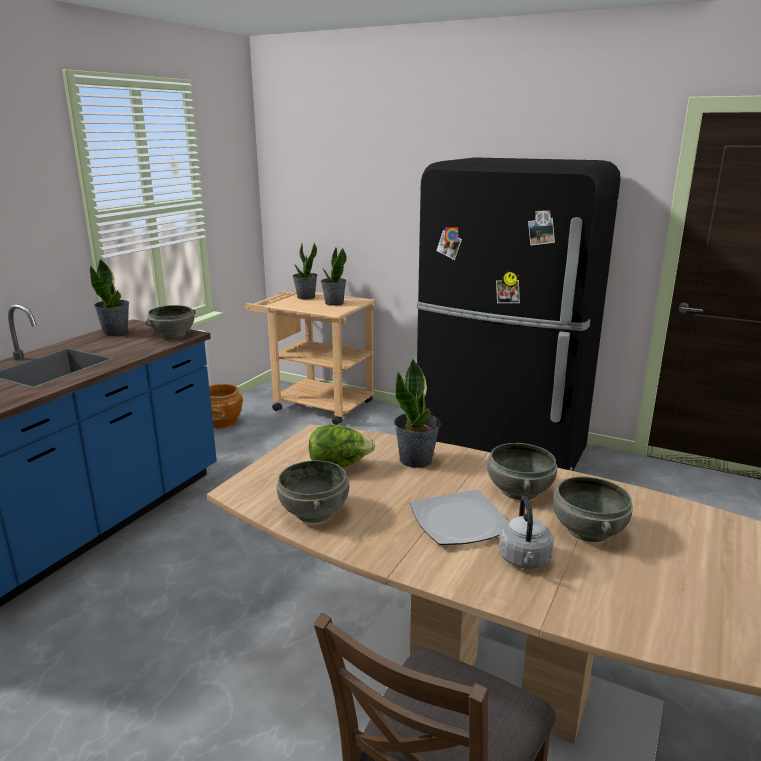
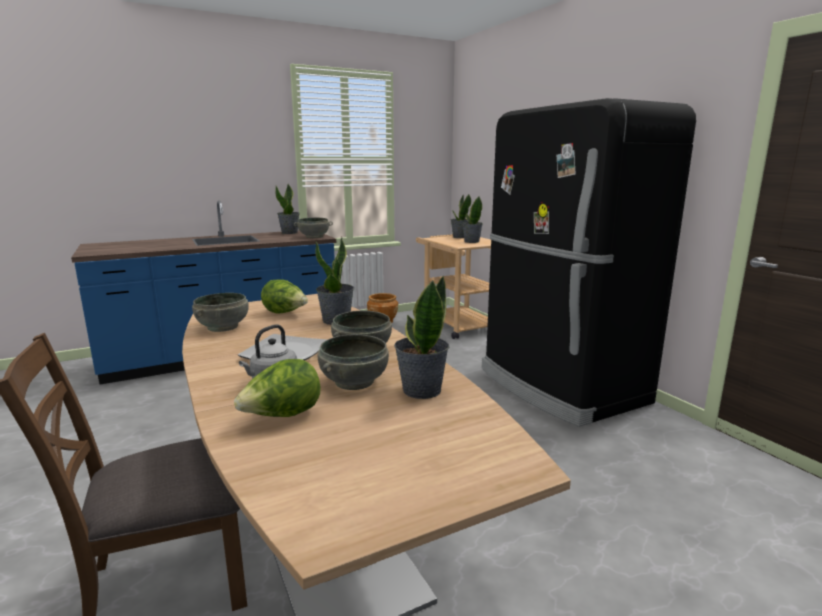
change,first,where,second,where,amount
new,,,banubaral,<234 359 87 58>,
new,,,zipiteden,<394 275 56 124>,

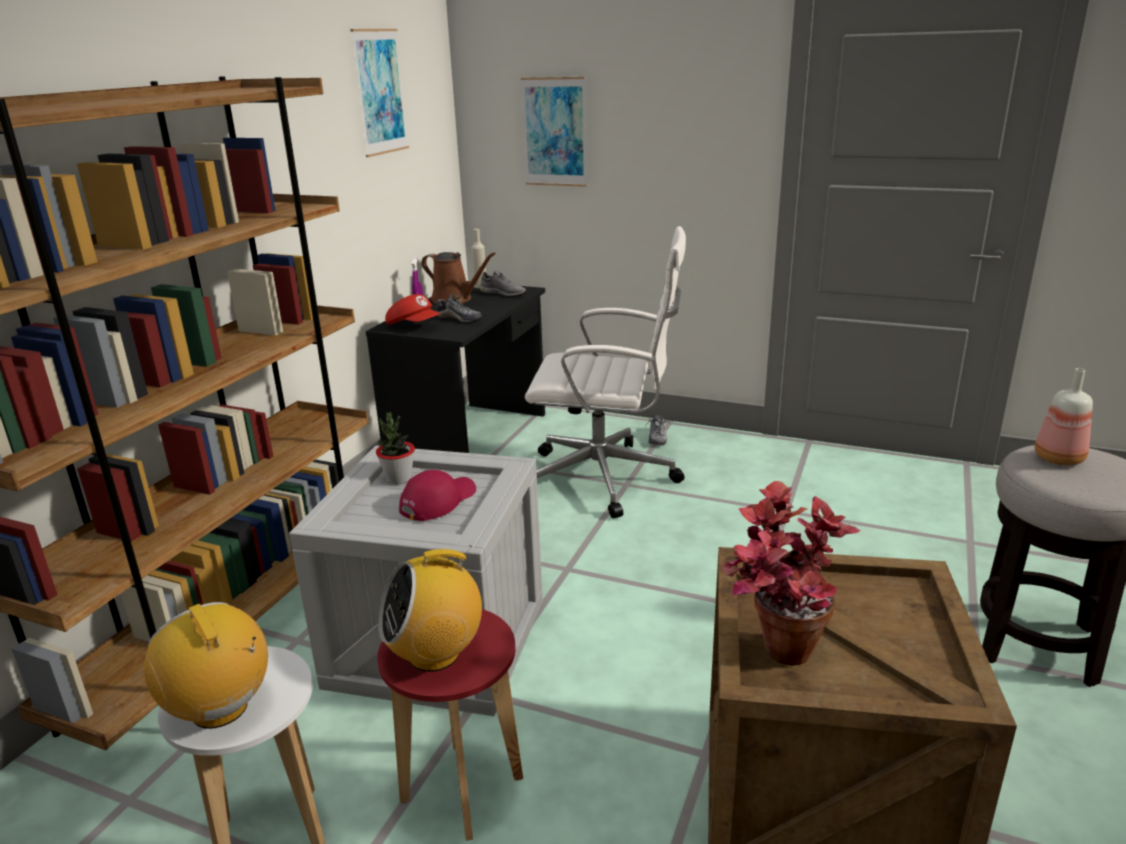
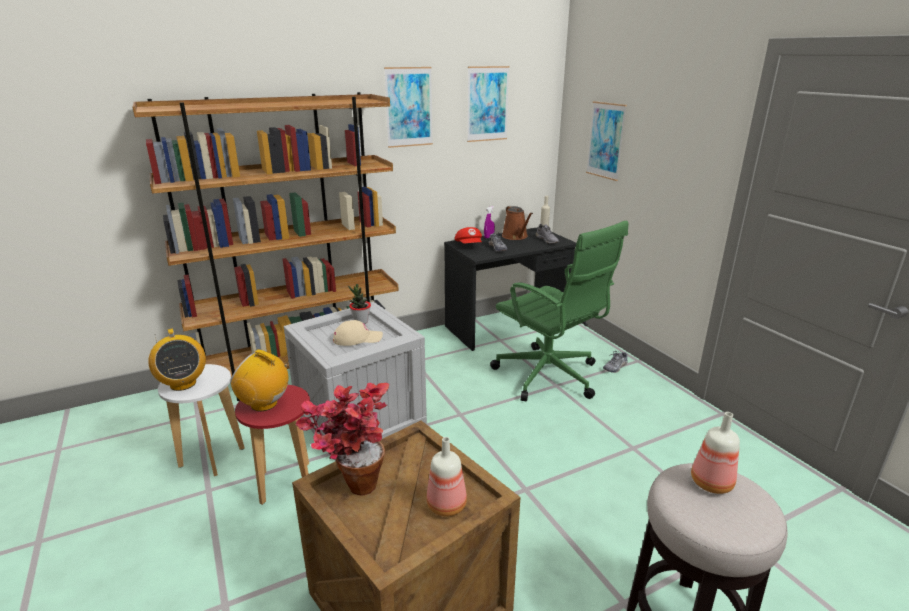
change,first,where,second,where,amount
rotated,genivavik,<144 602 124 127>,,<148 328 58 63>,150 degrees clockwise
repainted,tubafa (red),<399 470 77 51>,tubafa (beige),<333 320 50 26>,
new,,,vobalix,<384 67 49 81>,
new,,,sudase,<426 437 41 80>,
repainted,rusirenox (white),<525 226 161 292>,rusirenox (green),<490 220 138 181>,

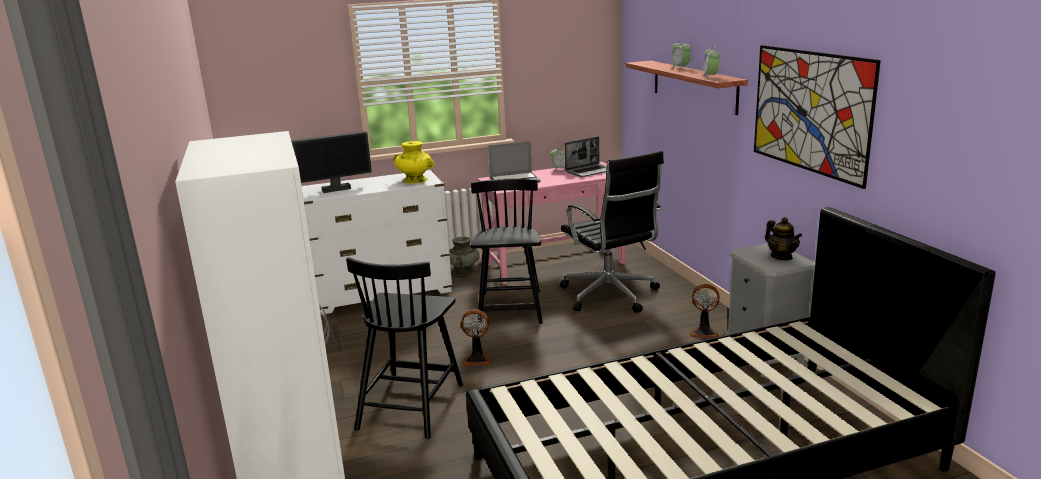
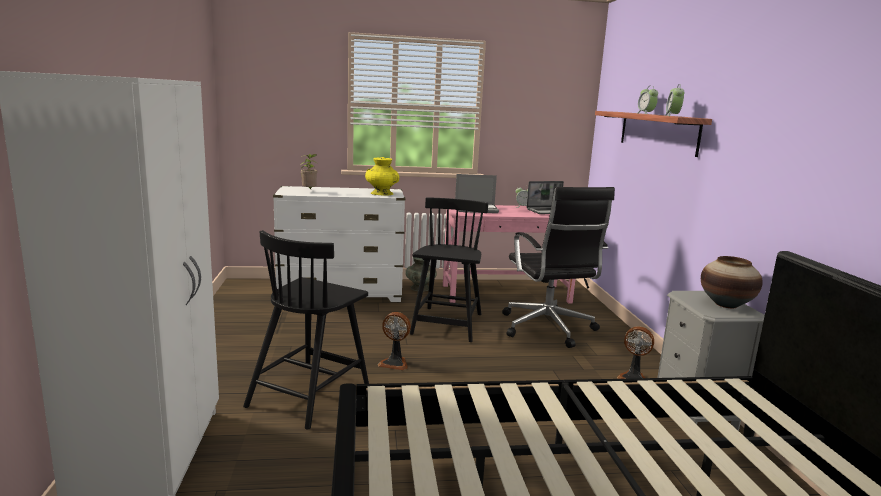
change,first,where,second,where,amount
swapped,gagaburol,<291 131 81 62>,zipiteden,<301 154 17 35>,
swapped,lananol,<765 217 37 43>,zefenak,<701 256 62 52>,
gone,vobalix,<754 45 127 144>,,,

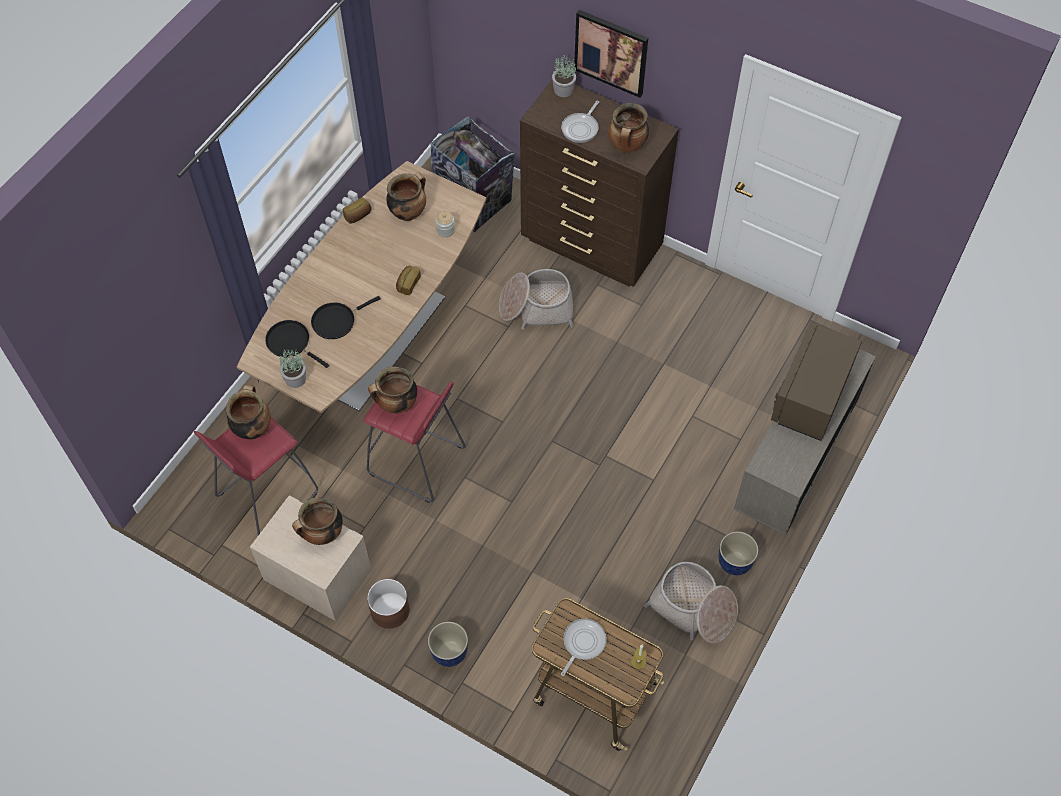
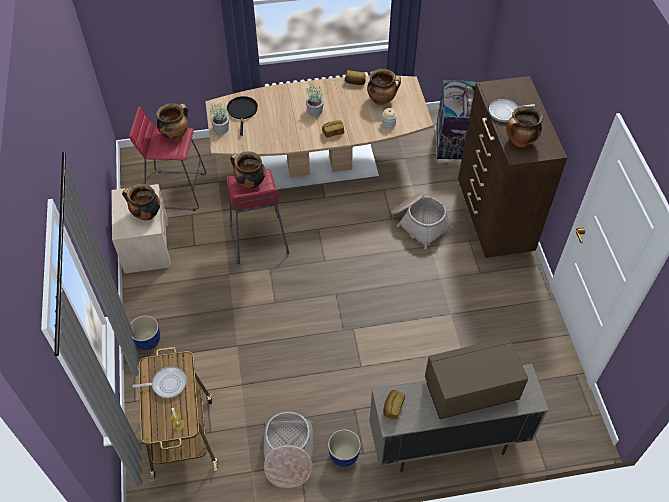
change,first,where,second,where,amount
shifted,zipiteden,<552 54 24 43>,,<306 85 18 32>,
new,,,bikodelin,<383 390 22 29>,
gone,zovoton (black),<311 296 70 43>,,,
gone,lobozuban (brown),<367 579 42 49>,,,
gone,vobalix,<574 10 74 88>,,,

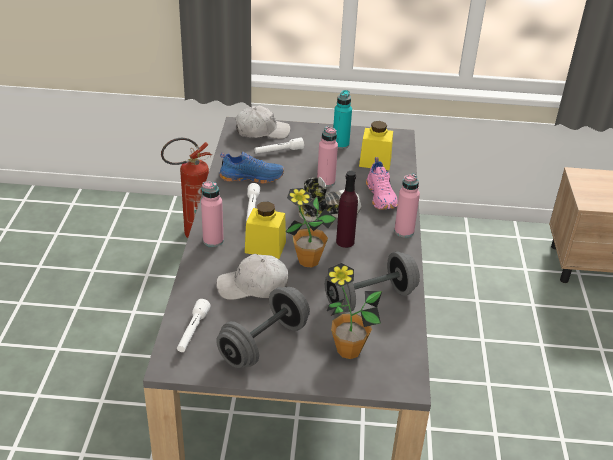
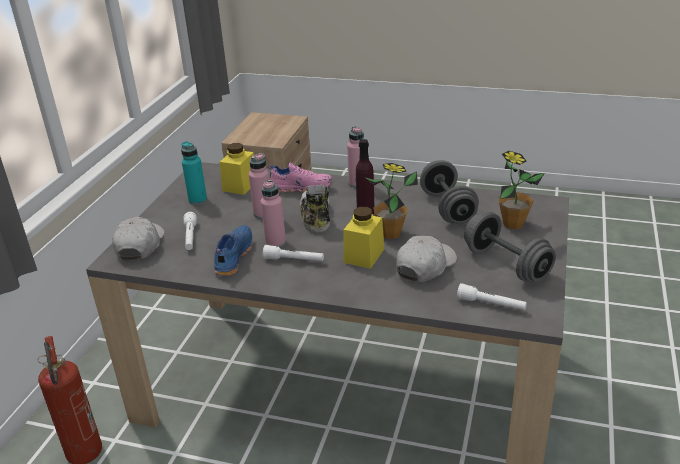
change,first,where,second,where,amount
shifted,sudase (pink),<201 181 23 66>,,<261 180 25 68>,
rotated,tubafa (white),<216 254 72 46>,,<396 236 61 46>,150 degrees counterclockwise

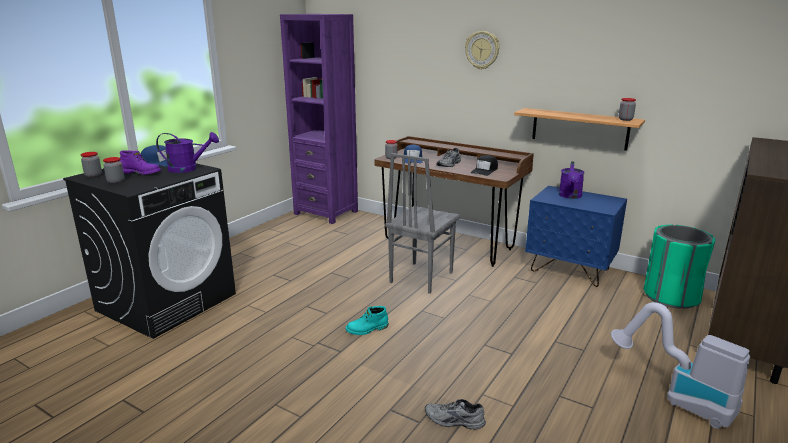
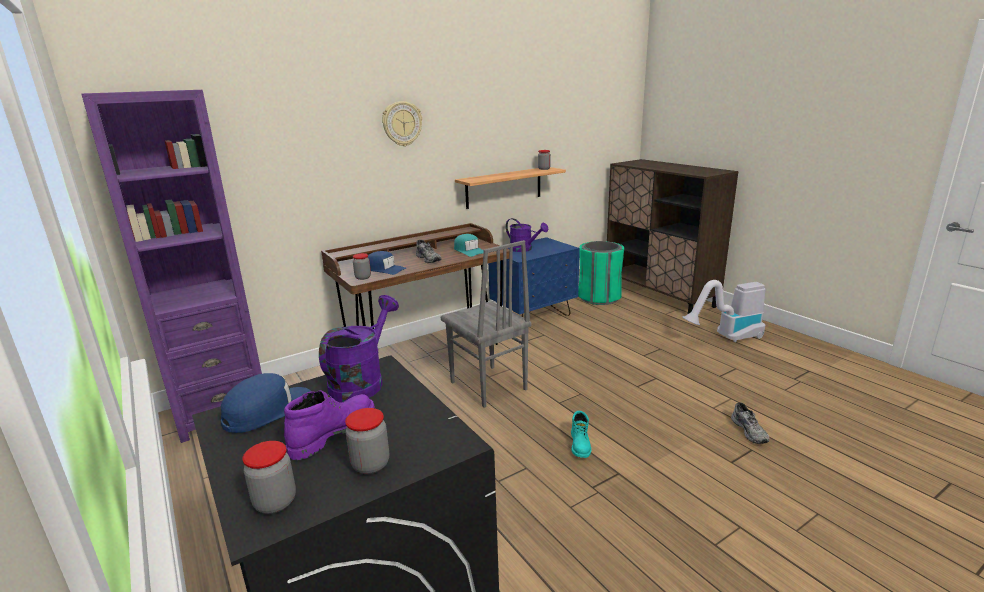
change,first,where,second,where,amount
repainted,tubafa (black),<471 155 27 21>,tubafa (turquoise),<454 234 30 23>,
rotated,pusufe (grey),<425 399 61 31>,,<731 402 39 42>,45 degrees counterclockwise

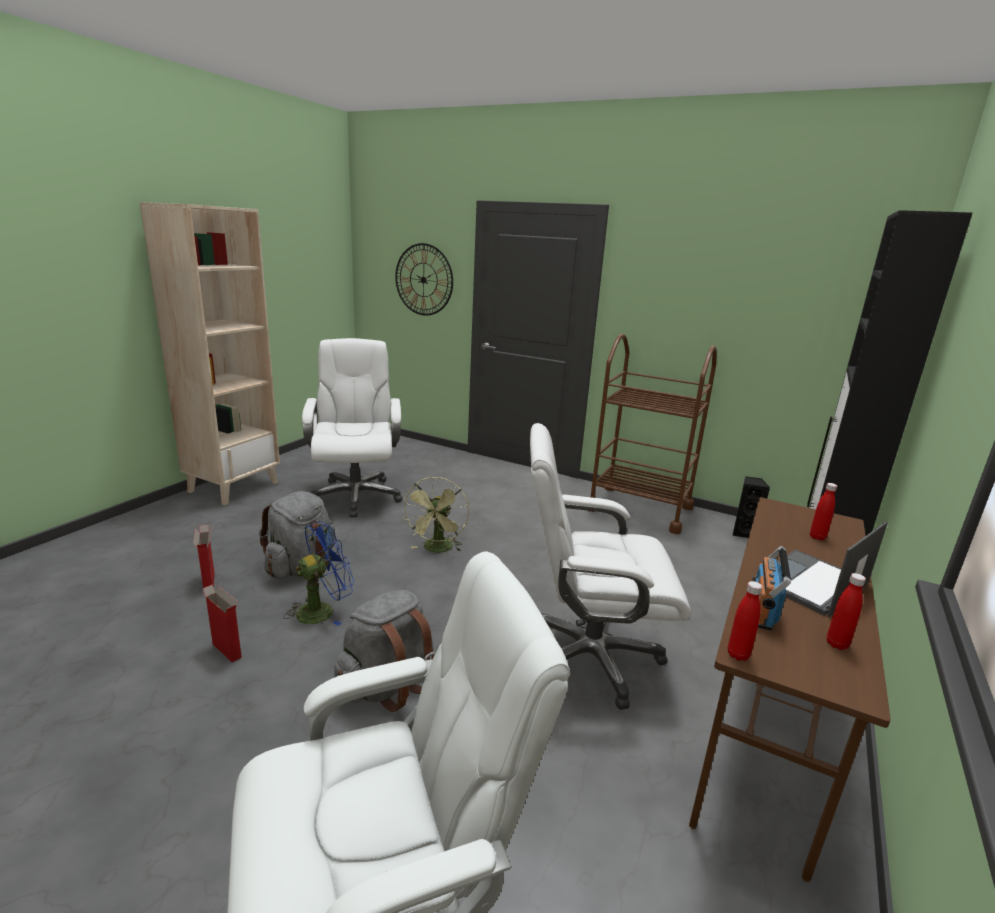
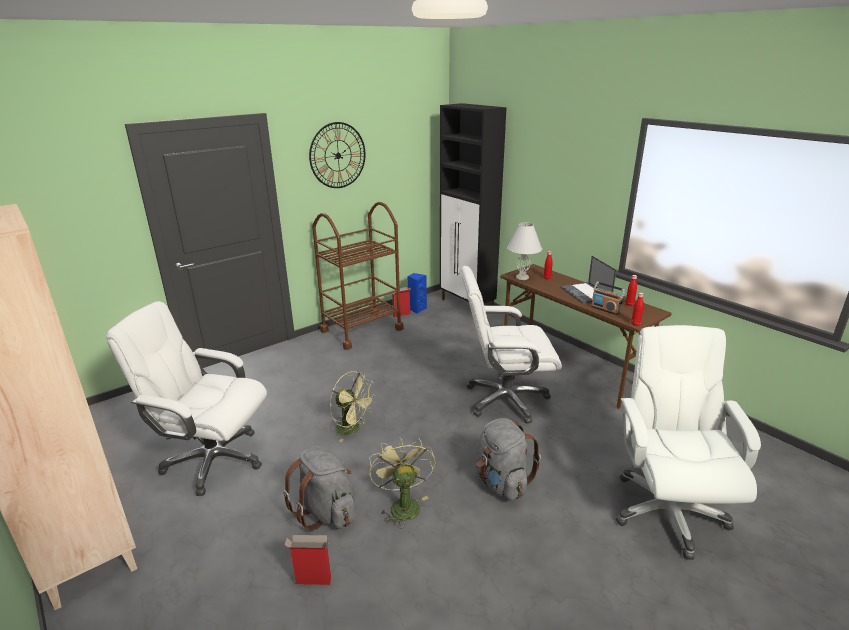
change,first,where,second,where,amount
shifted,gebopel,<395 243 58 73>,,<309 122 57 66>,
repainted,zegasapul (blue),<283 521 71 105>,zegasapul (green),<369 437 66 92>,
shifted,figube,<201 585 41 77>,,<392 287 19 30>,
repainted,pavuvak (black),<732 476 38 62>,pavuvak (blue),<407 273 20 41>,
rotated,rusirenox (white),<530 423 161 287>,,<461 266 101 158>,60 degrees clockwise
new,,,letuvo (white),<507 223 35 57>,

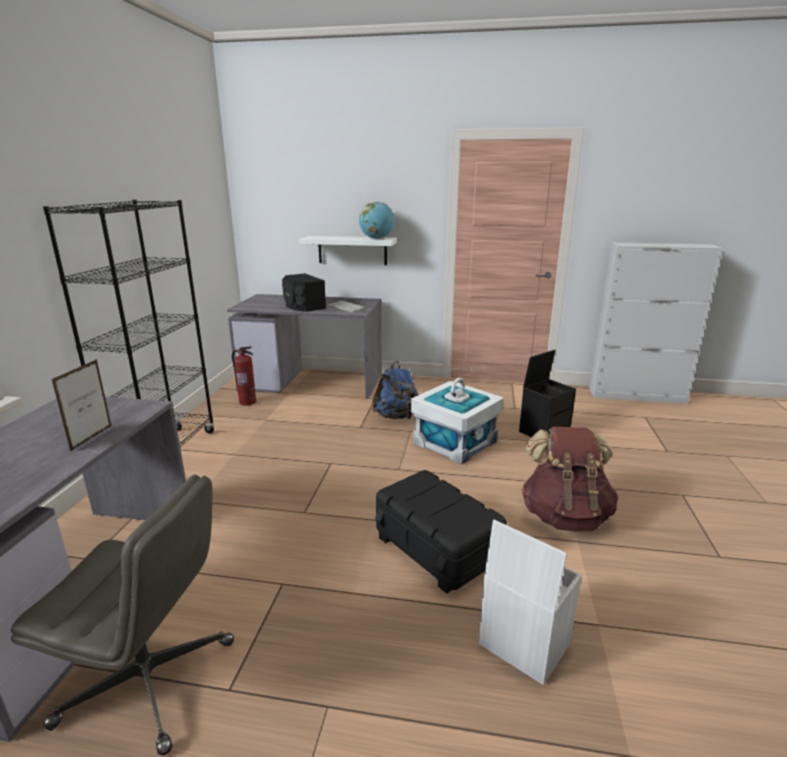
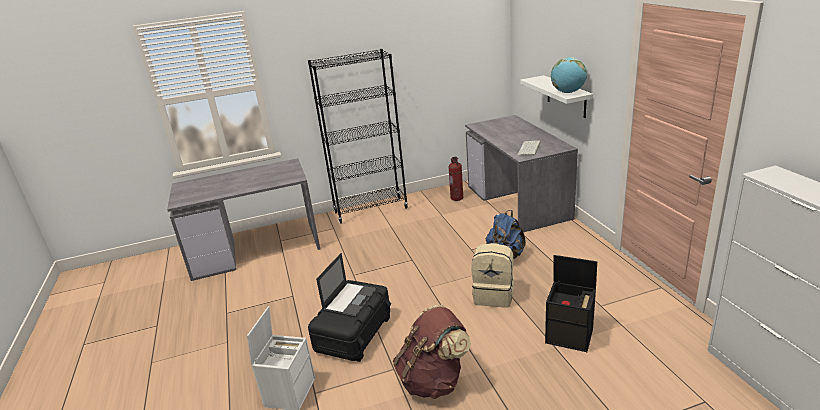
change,first,where,second,where,amount
new,,,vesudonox,<316 253 61 65>,
swapped,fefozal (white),<411 378 92 86>,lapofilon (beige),<471 243 43 64>,
gone,rusirenox (grey),<11 475 223 281>,,,
gone,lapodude,<52 359 60 92>,,,
gone,pavuvak (black),<282 273 44 39>,,,

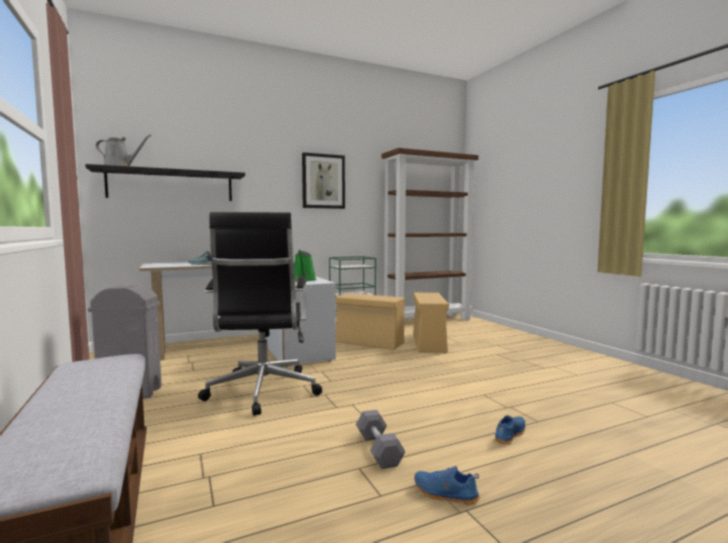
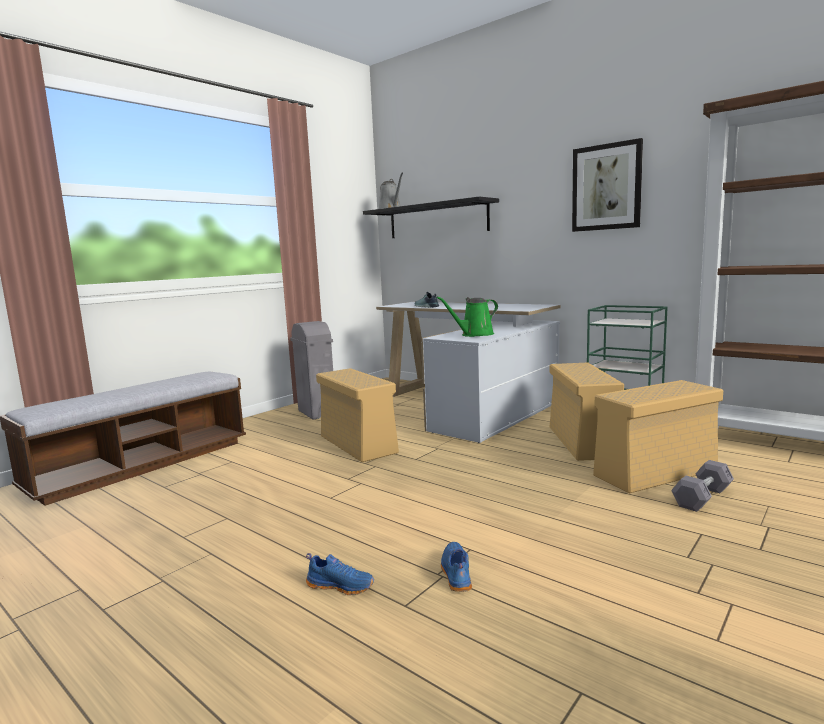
change,first,where,second,where,amount
swapped,rusirenox (black),<198 212 124 204>,fefozal (beige),<316 368 83 94>,
shifted,pusufe (blue),<414 466 66 39>,,<441 542 31 50>,
shifted,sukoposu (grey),<356 410 50 59>,,<671 460 63 52>,

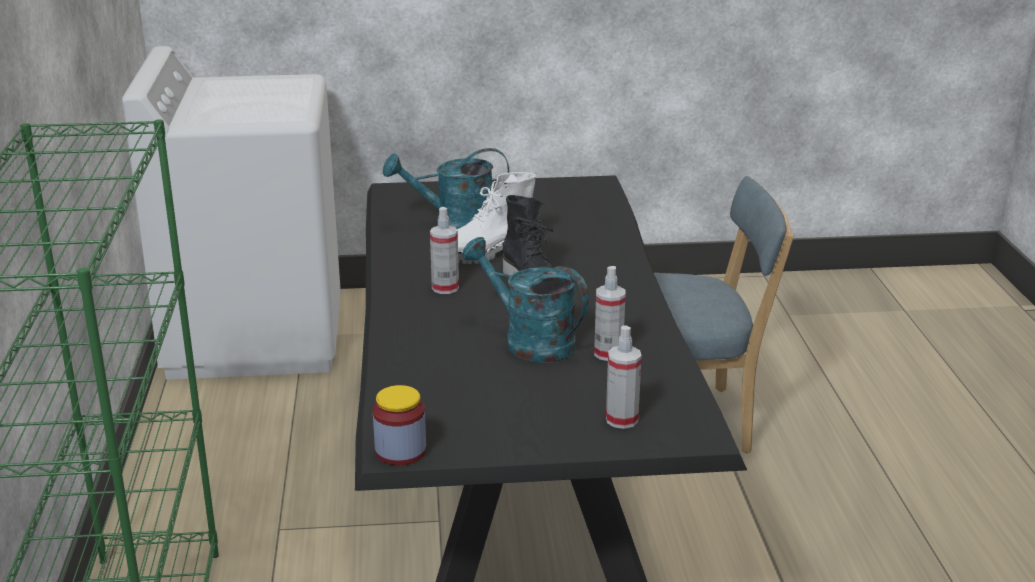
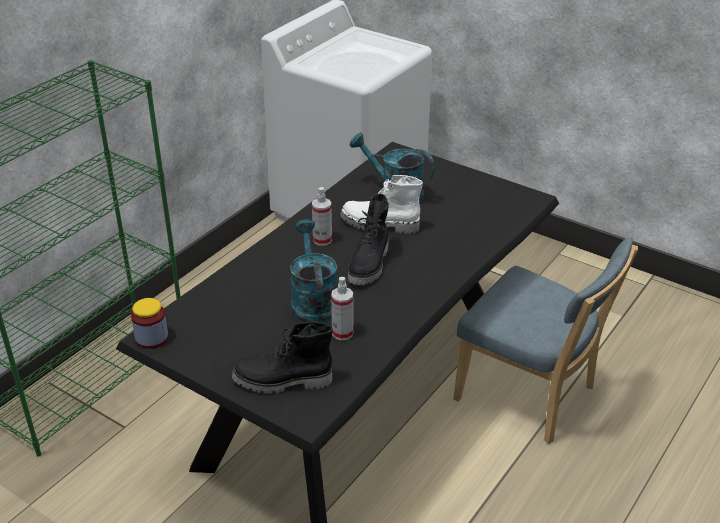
change,first,where,second,where,amount
swapped,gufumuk,<606 325 36 104>,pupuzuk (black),<232 321 101 73>,

